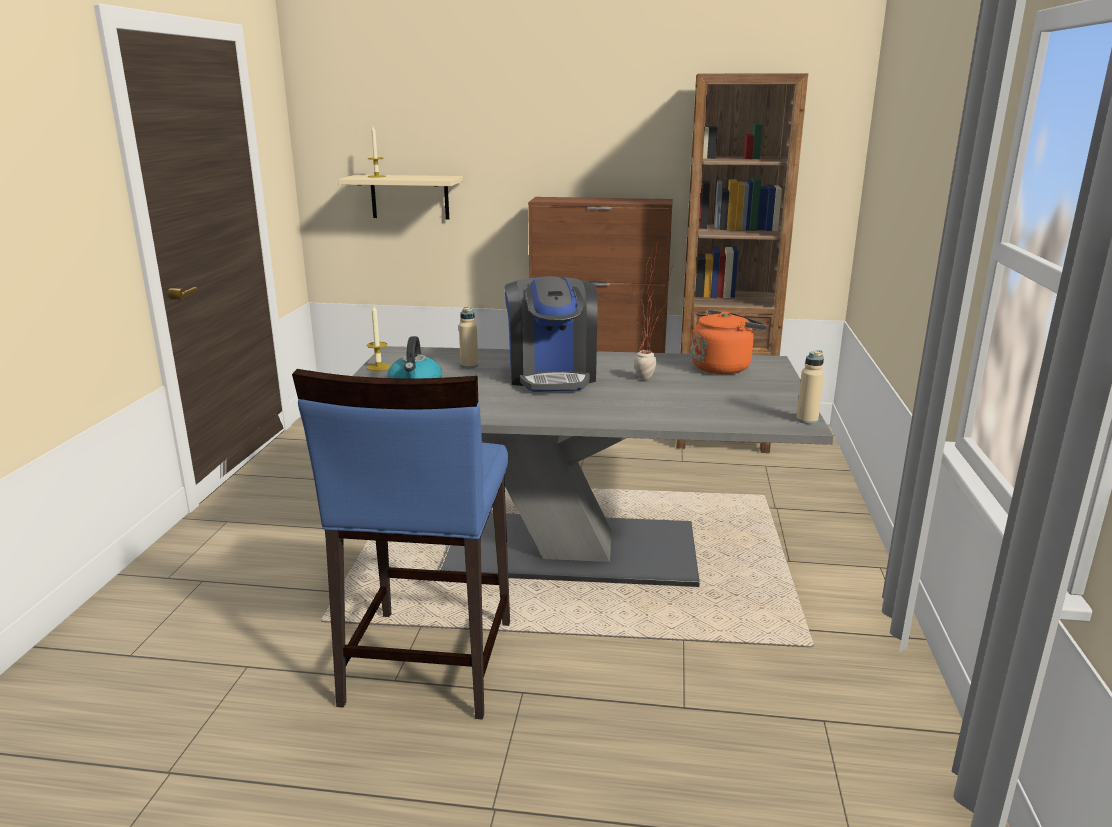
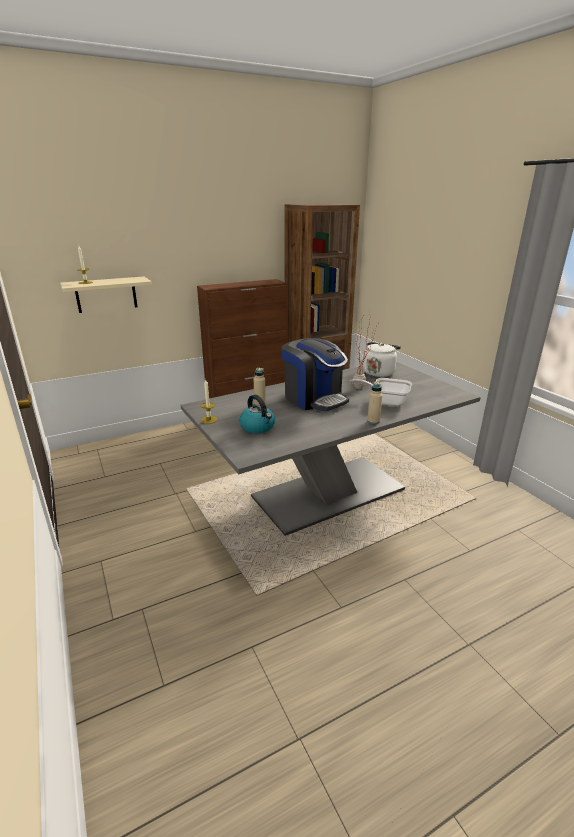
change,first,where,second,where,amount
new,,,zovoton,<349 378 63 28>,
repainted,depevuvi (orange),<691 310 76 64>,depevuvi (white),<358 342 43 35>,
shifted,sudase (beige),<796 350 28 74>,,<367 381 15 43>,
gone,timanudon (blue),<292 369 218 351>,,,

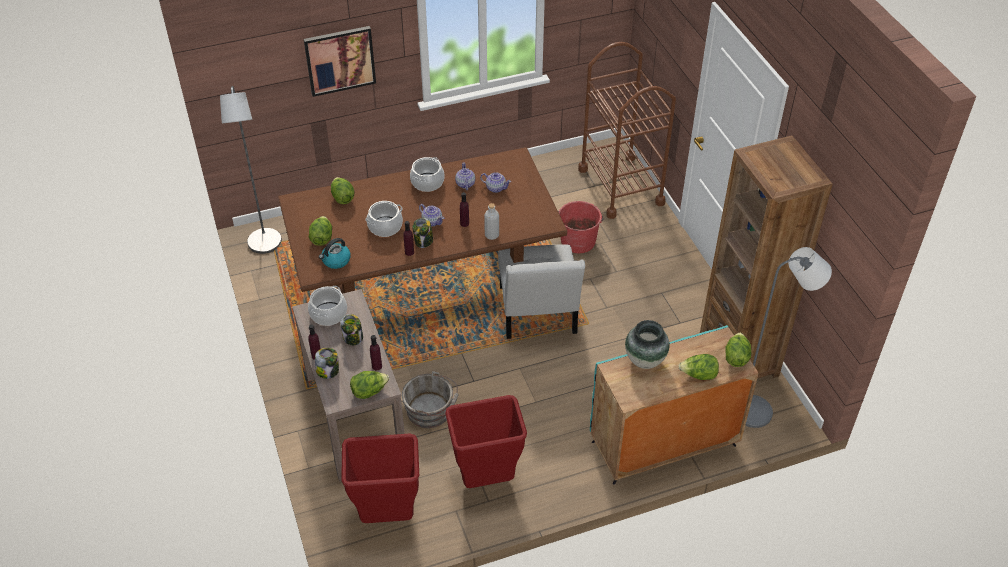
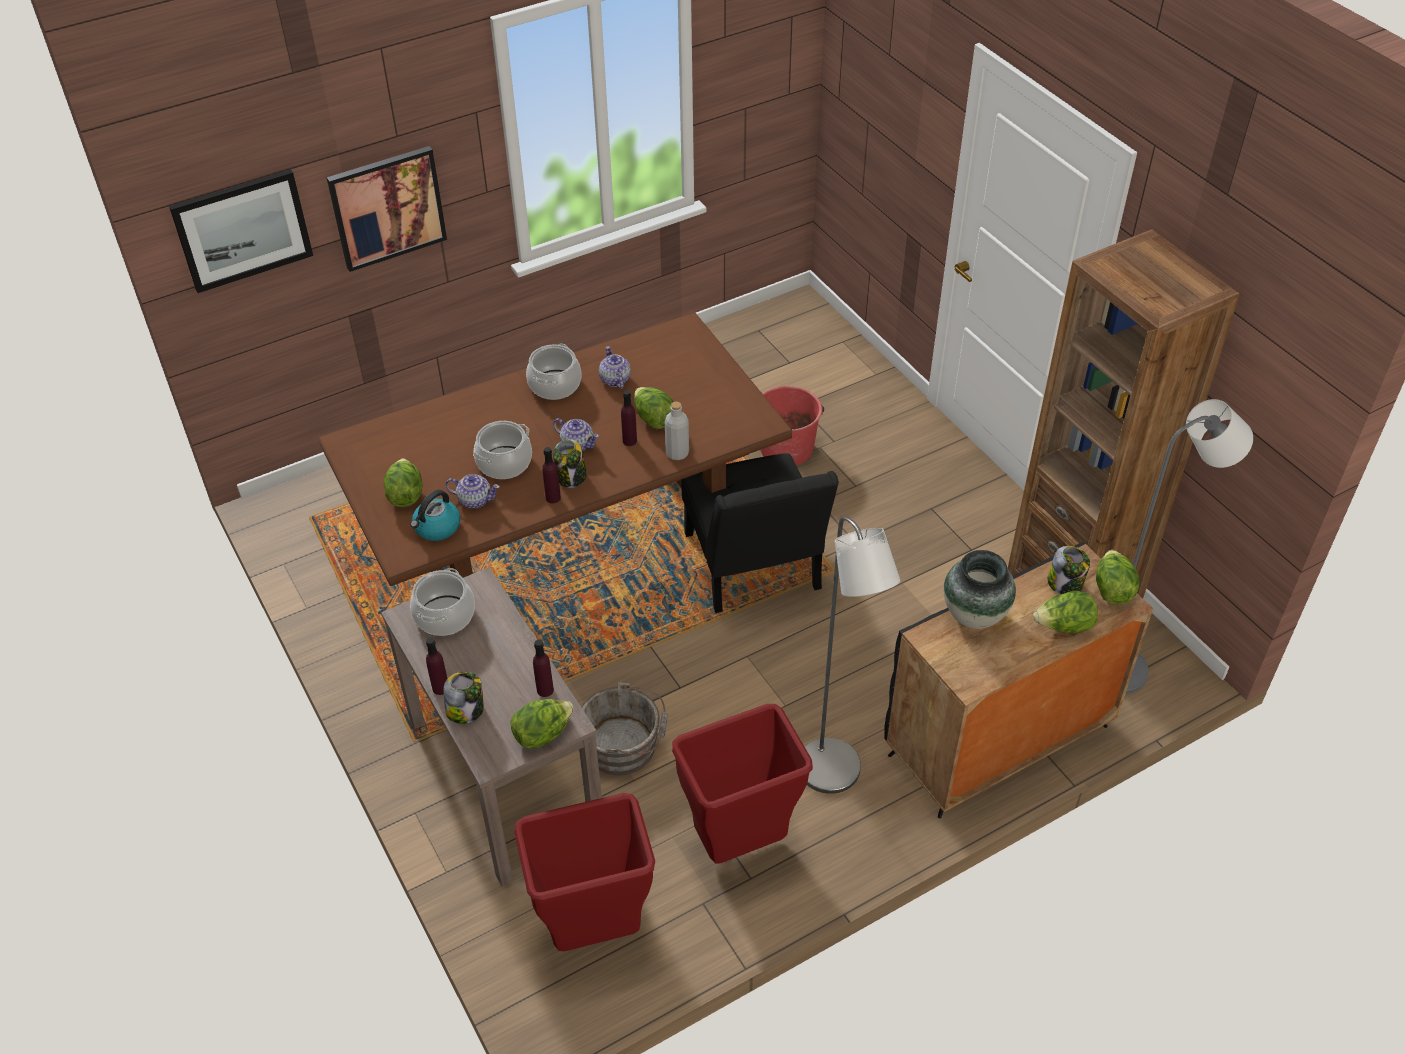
change,first,where,second,where,amount
new,,,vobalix,<169 169 144 124>,
shifted,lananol,<480 172 31 21>,,<446 474 54 35>,
shifted,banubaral,<331 177 24 27>,,<634 387 40 42>,
repainted,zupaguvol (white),<498 244 87 95>,zupaguvol (black),<681 453 158 160>,
shifted,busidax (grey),<220 86 62 168>,,<805 517 95 277>,
repainted,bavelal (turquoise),<590 325 169 160>,bavelal (black),<884 541 269 277>,
shifted,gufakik,<340 314 23 31>,,<1047 546 43 48>,
gone,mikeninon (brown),<578 42 98 177>,,,

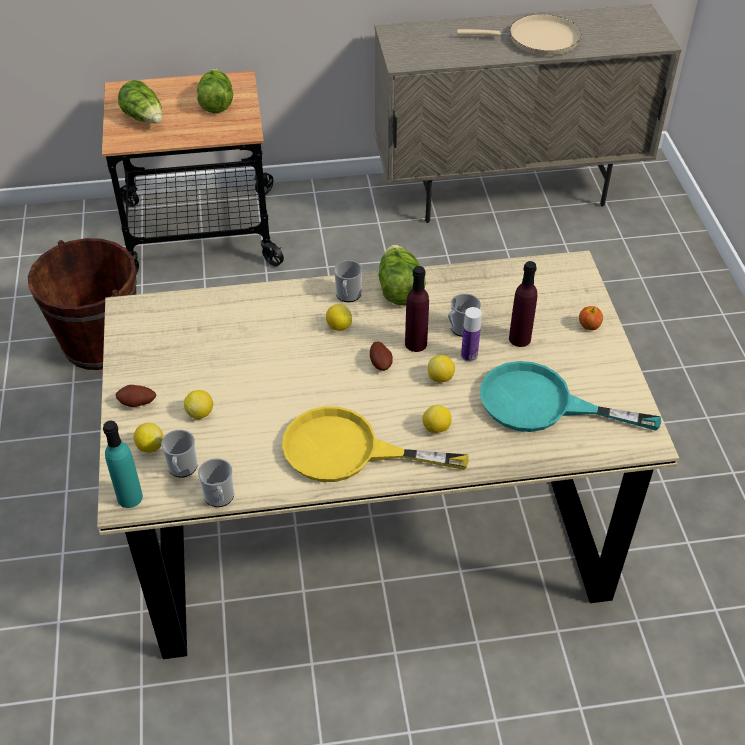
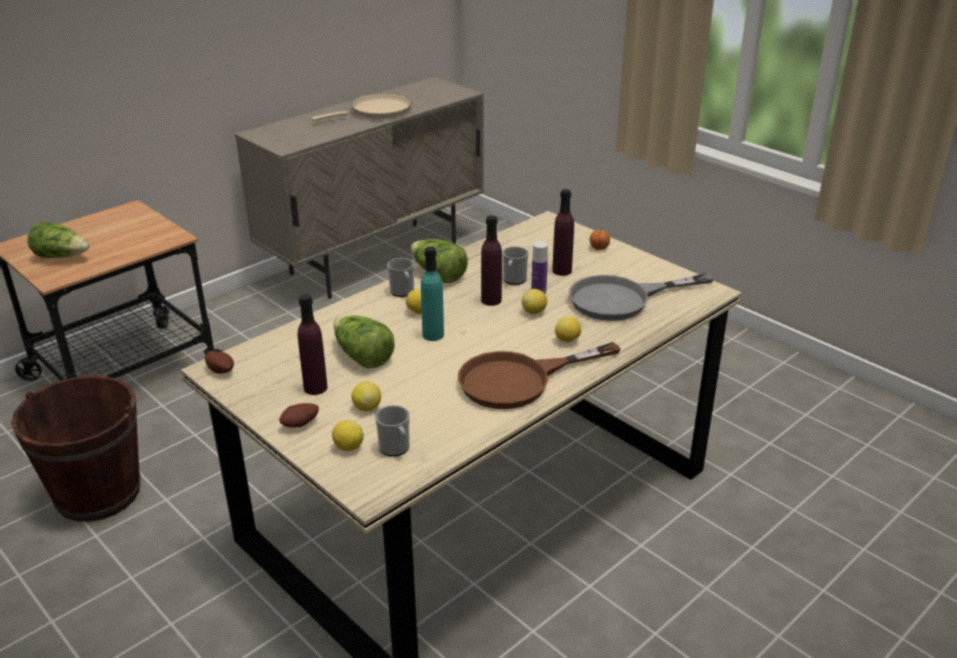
change,first,where,second,where,amount
shifted,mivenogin,<370 341 23 30>,,<205 351 29 23>,
new,,,sudase (purple),<298 294 30 101>,
shifted,banubaral,<197 69 36 44>,,<333 315 62 54>,
shifted,sudase (turquoise),<103 421 40 87>,,<421 247 23 94>,
repainted,zovoton (yellow),<282 406 187 76>,zovoton (brown),<458 342 163 67>,
repainted,zovoton (turquoise),<480 361 181 71>,zovoton (grey),<569 273 145 48>,
gone,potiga,<198 458 36 49>,,,

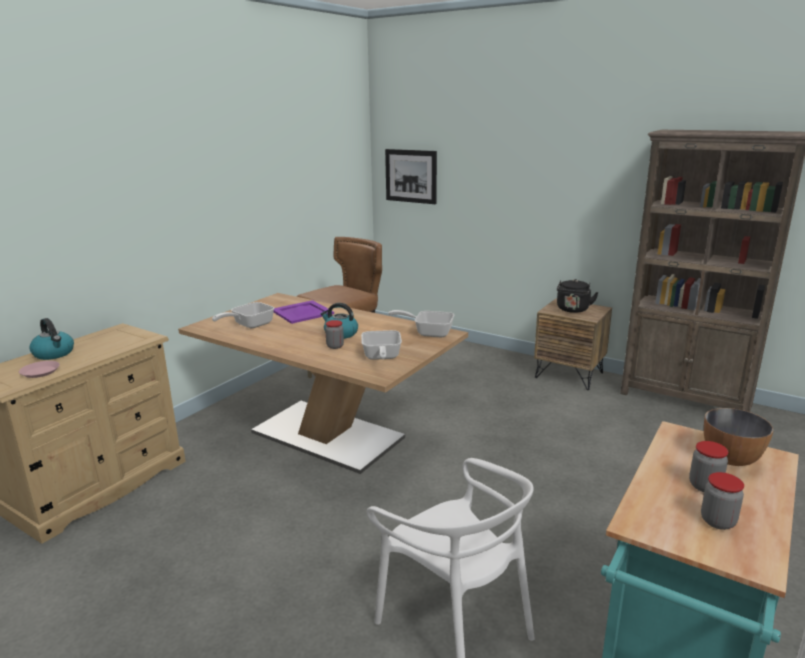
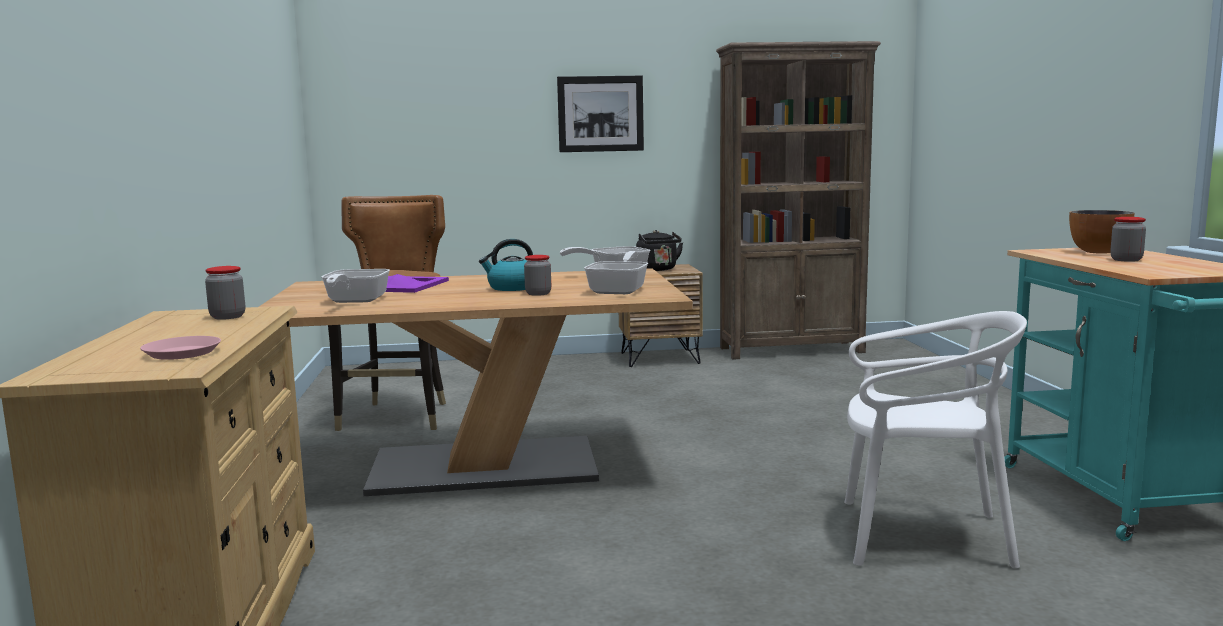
change,first,where,second,where,amount
shifted,gufakik,<701 472 43 58>,,<205 266 40 54>,
shifted,vobalix,<385 149 52 55>,,<557 76 87 76>,
rotated,zovoton,<361 330 41 30>,,<584 251 64 43>,120 degrees counterclockwise
gone,depevuvi,<29 318 45 42>,,,

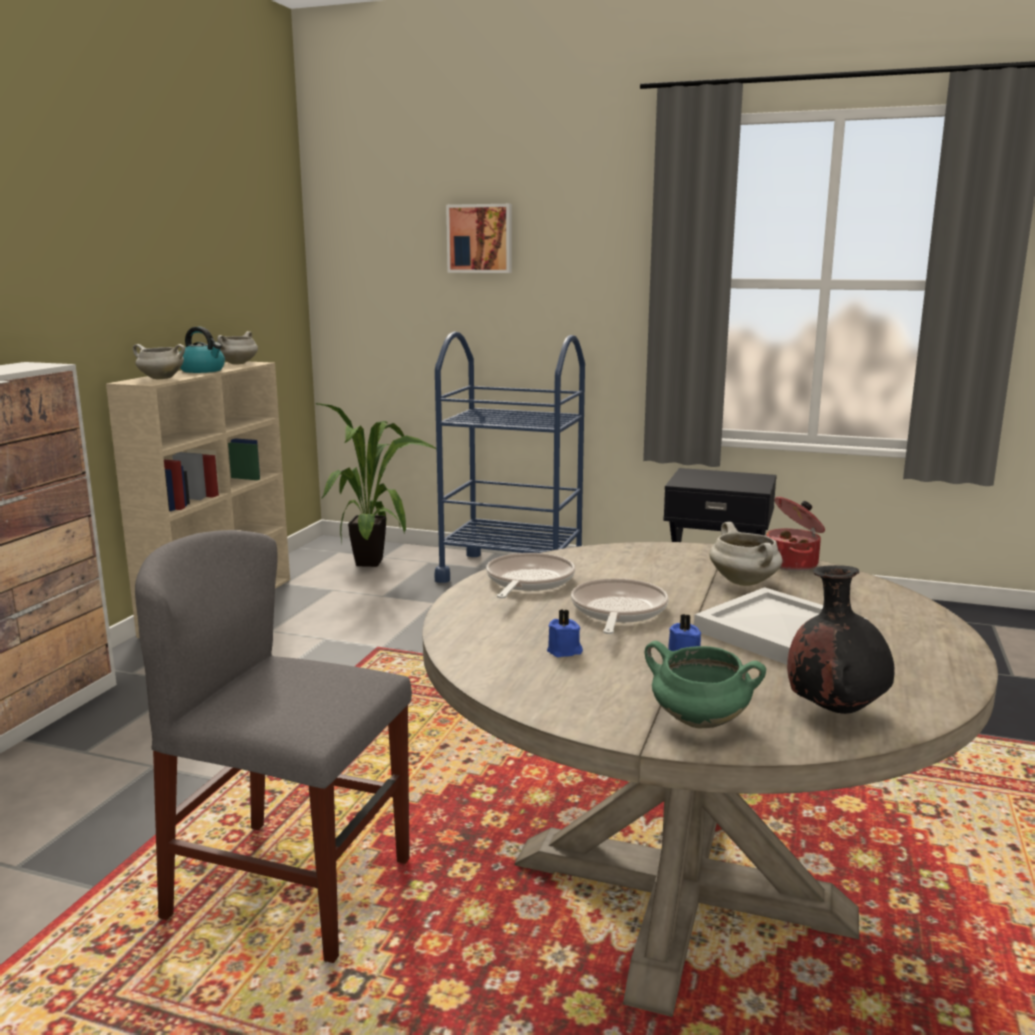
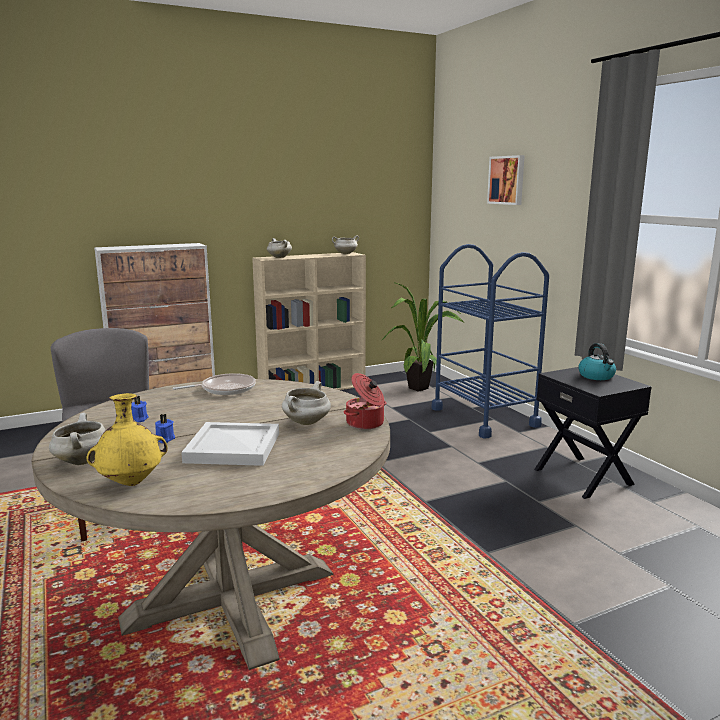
change,first,where,second,where,amount
repainted,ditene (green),<645 641 121 88>,ditene (white),<49 413 57 52>,
repainted,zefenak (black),<787 565 108 149>,zefenak (yellow),<87 393 81 93>,
shifted,depevuvi,<179 327 46 46>,,<578 343 38 37>,
gone,zovoton,<571 578 98 56>,,,

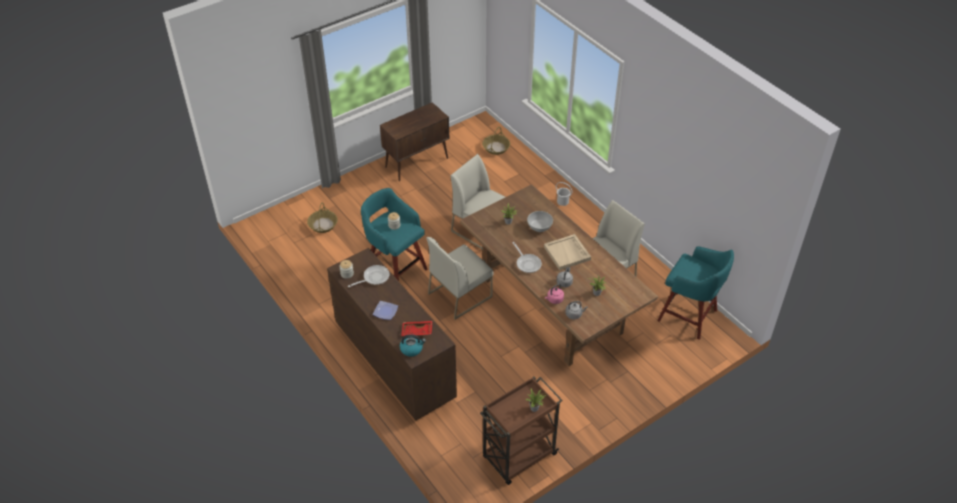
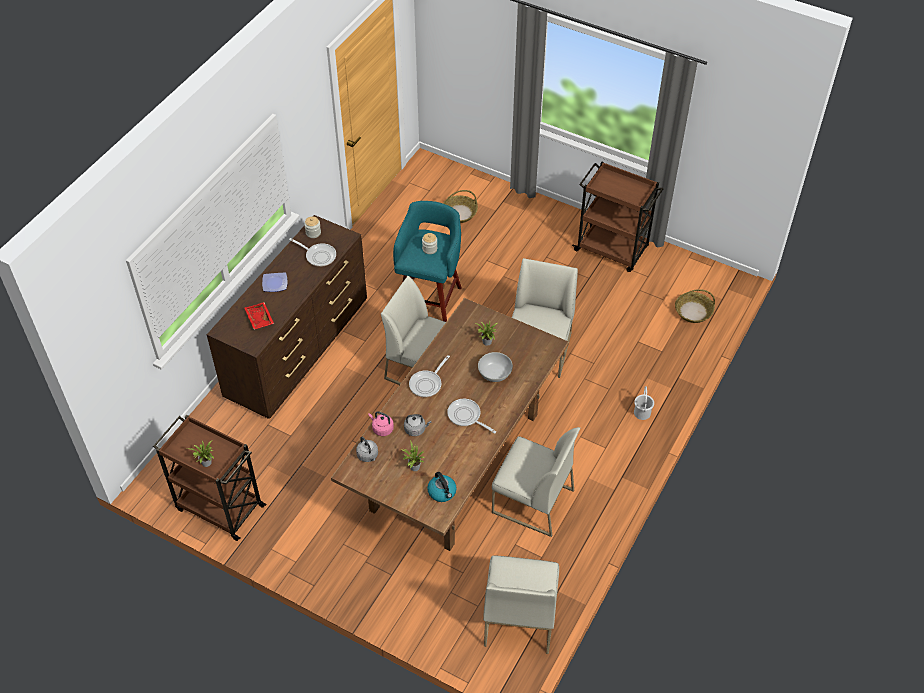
change,first,where,second,where,amount
shifted,depevuvi,<400 334 26 23>,,<427 472 30 30>,
swapped,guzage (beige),<544 234 47 36>,zovoton,<447 399 49 35>,
swapped,timanudon (turquoise),<657 246 77 94>,zupaguvol (white),<483 555 76 99>,
swapped,bavelal (brown),<380 102 69 79>,mikeninon (brown),<572 162 91 110>,

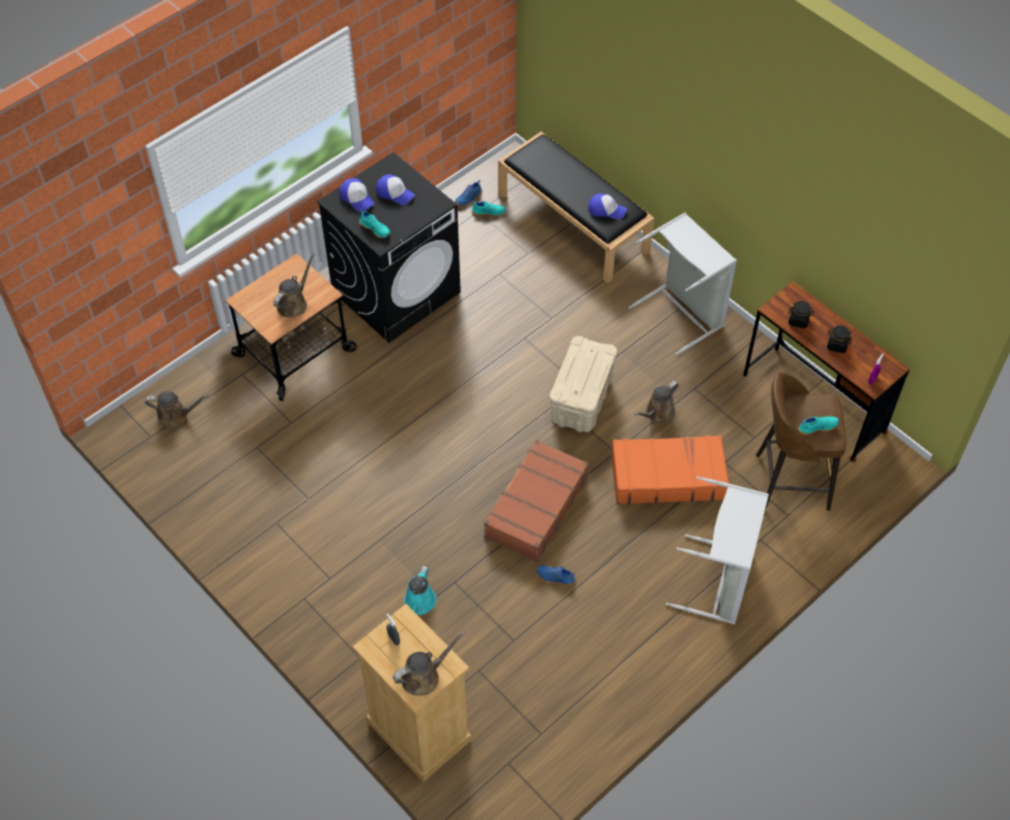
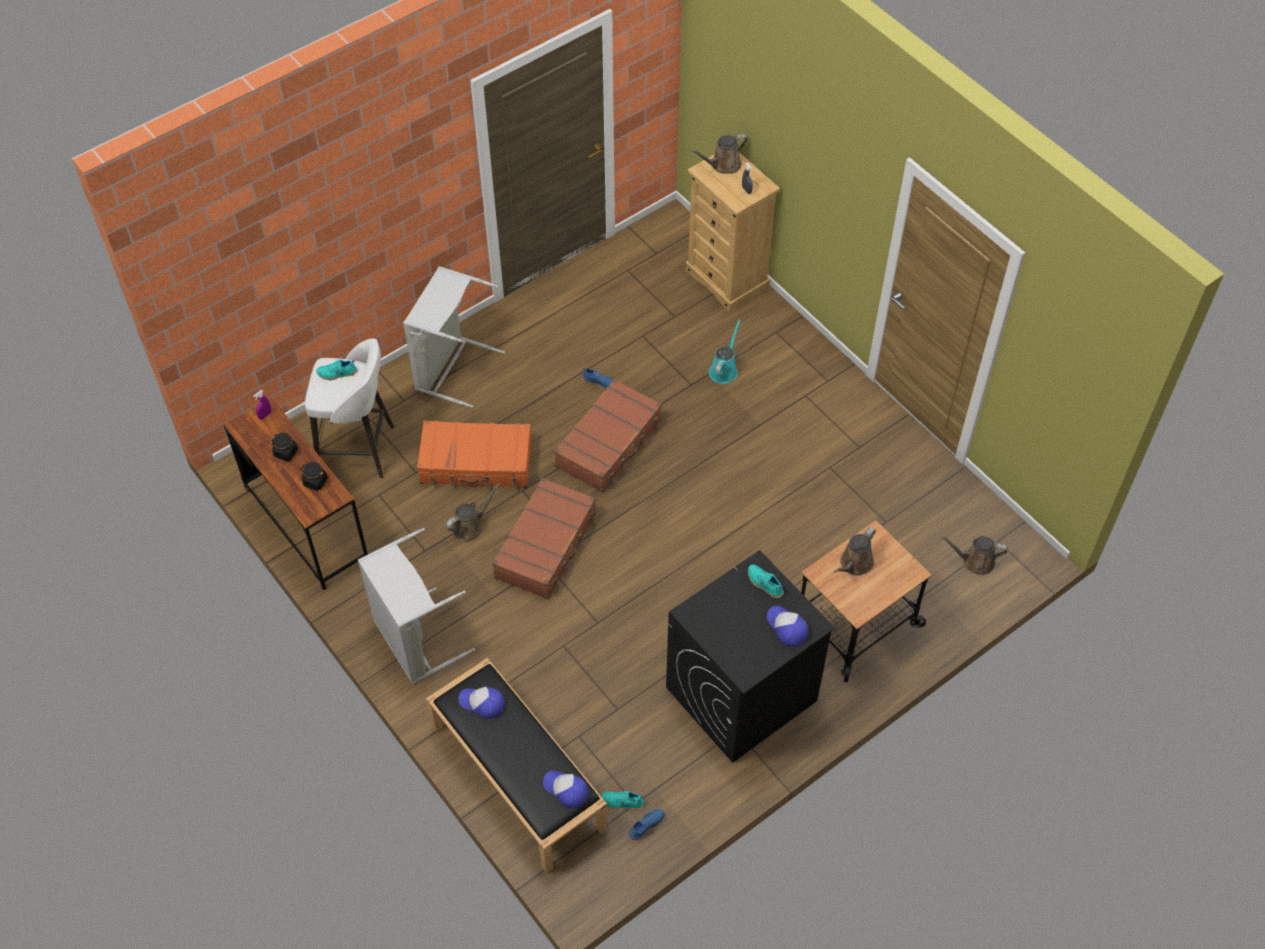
change,first,where,second,where,amount
repainted,timanudon (brown),<756 372 91 139>,timanudon (white),<305 338 89 140>,
swapped,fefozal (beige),<549 336 68 96>,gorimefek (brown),<492 478 104 121>,
shifted,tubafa,<376 174 39 31>,,<543 771 45 37>,

